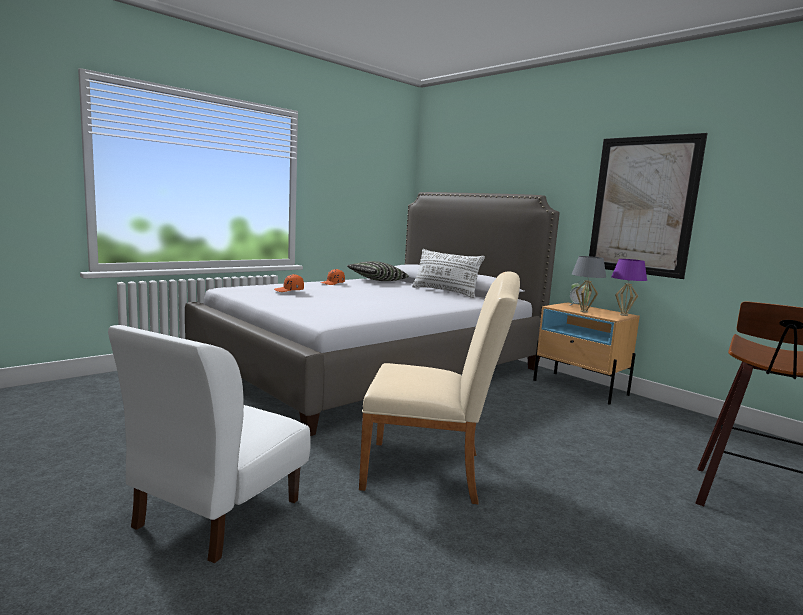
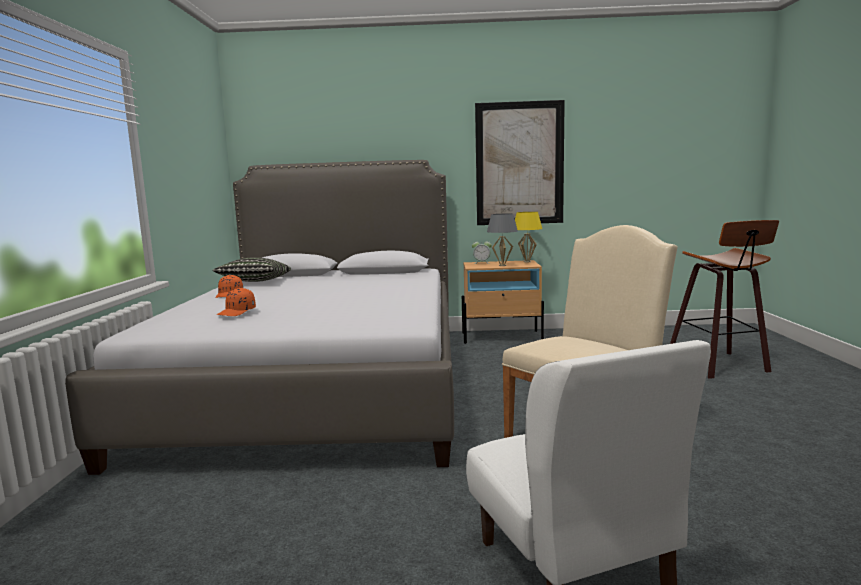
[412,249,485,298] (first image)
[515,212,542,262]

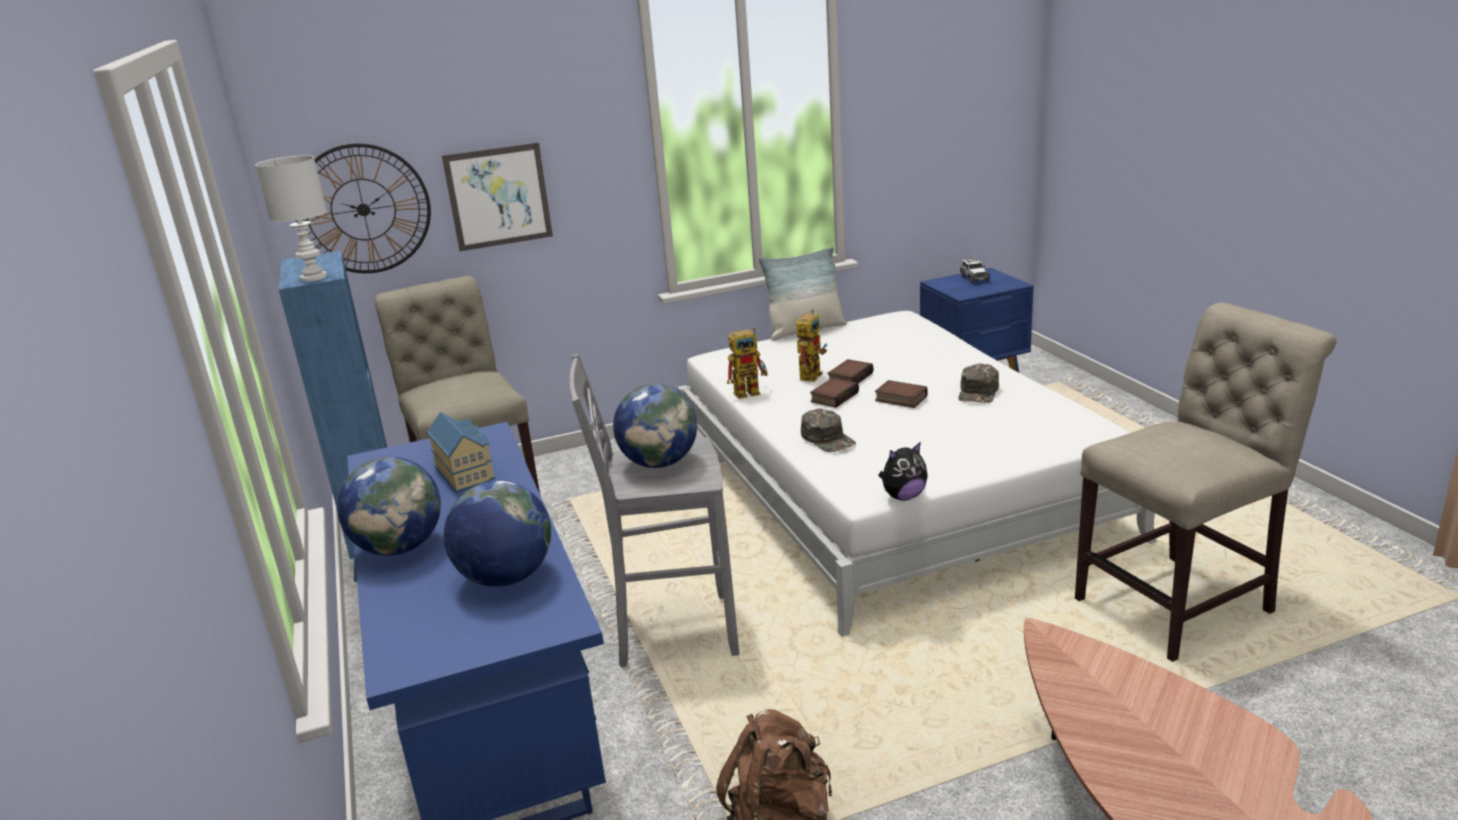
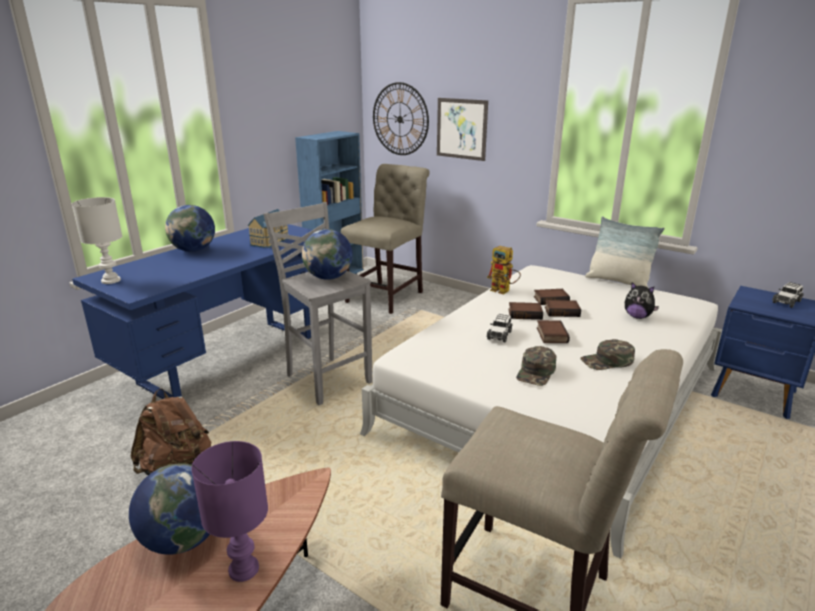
[72,197,122,284]
[534,289,570,305]
[516,346,557,386]
[625,282,659,319]
[129,463,210,555]
[487,314,513,342]
[191,441,268,582]

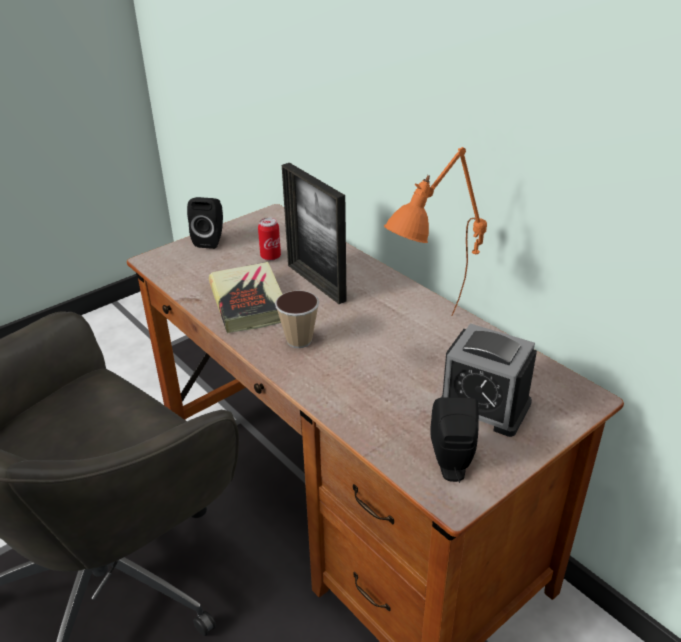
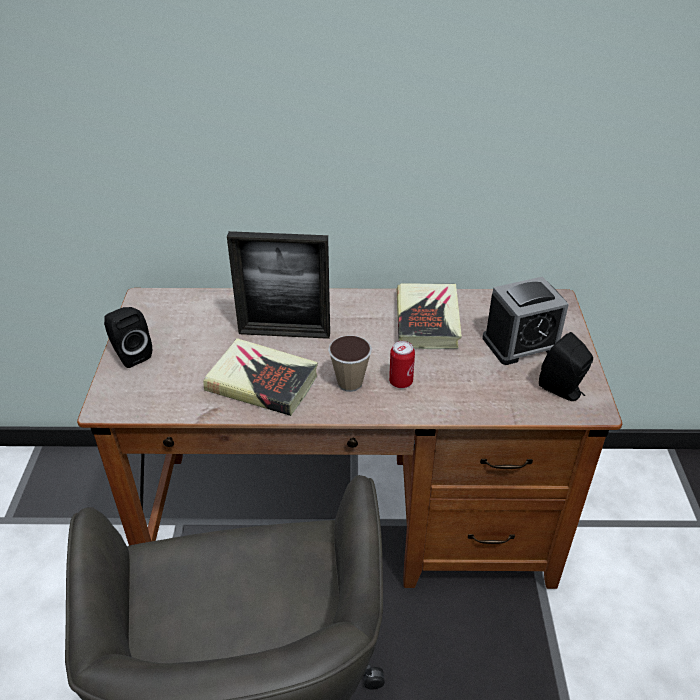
[397,283,462,349]
[389,341,415,388]

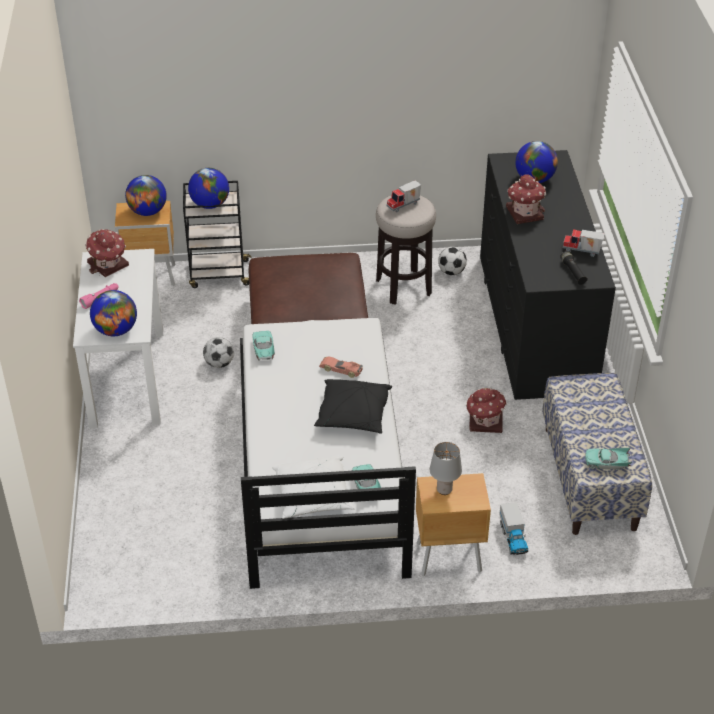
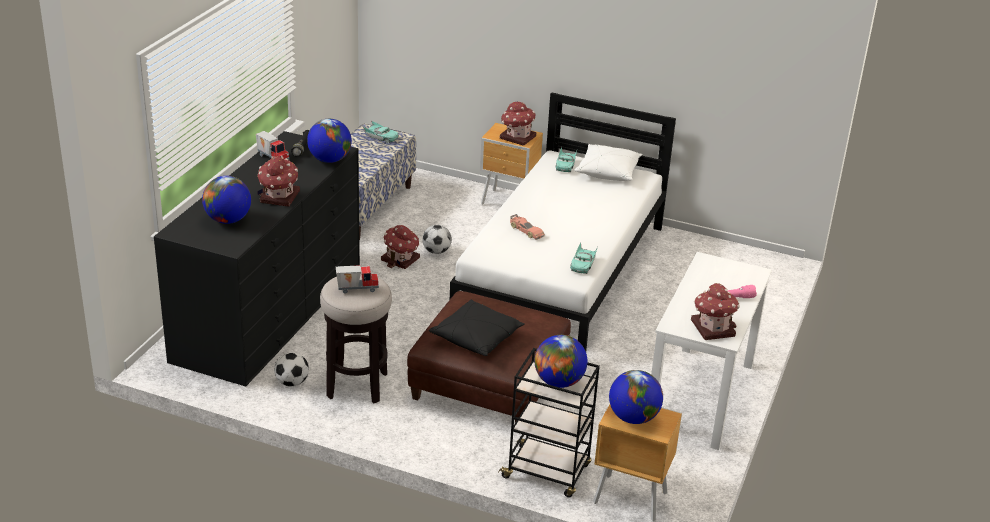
[307,119,352,163]
[422,225,452,254]
[429,299,525,356]
[500,101,536,146]
[499,502,528,555] (first image)

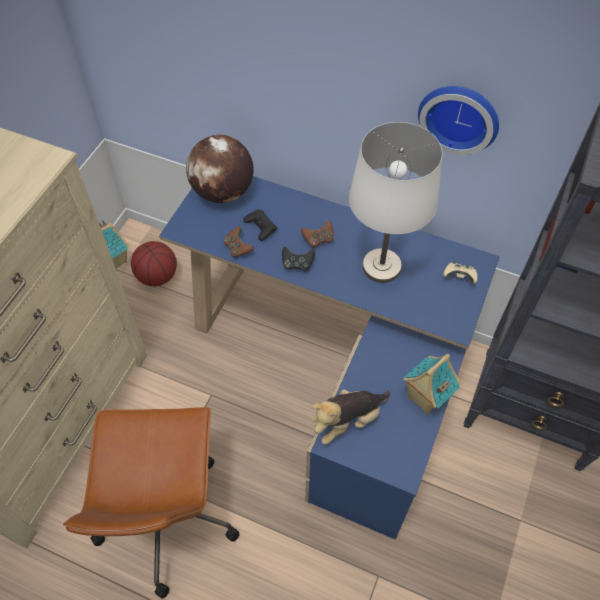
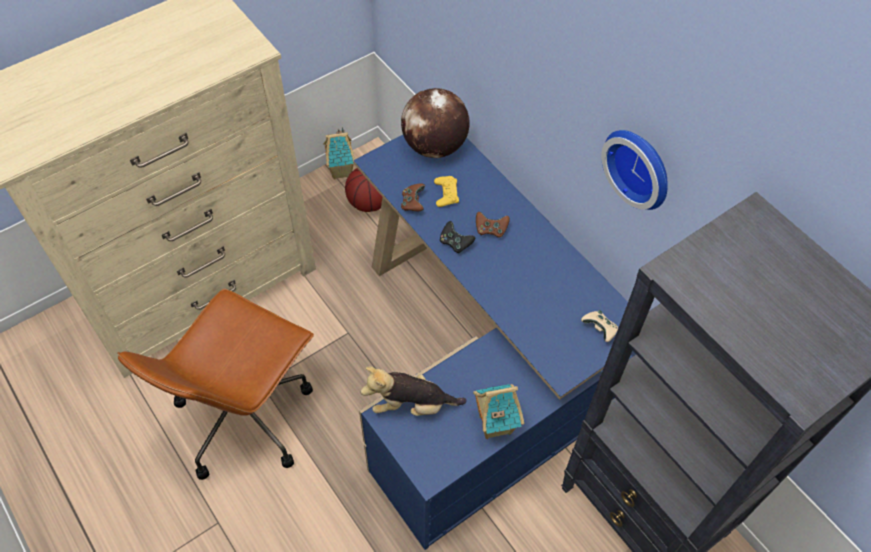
[349,122,443,283] (first image)
[434,176,459,207]

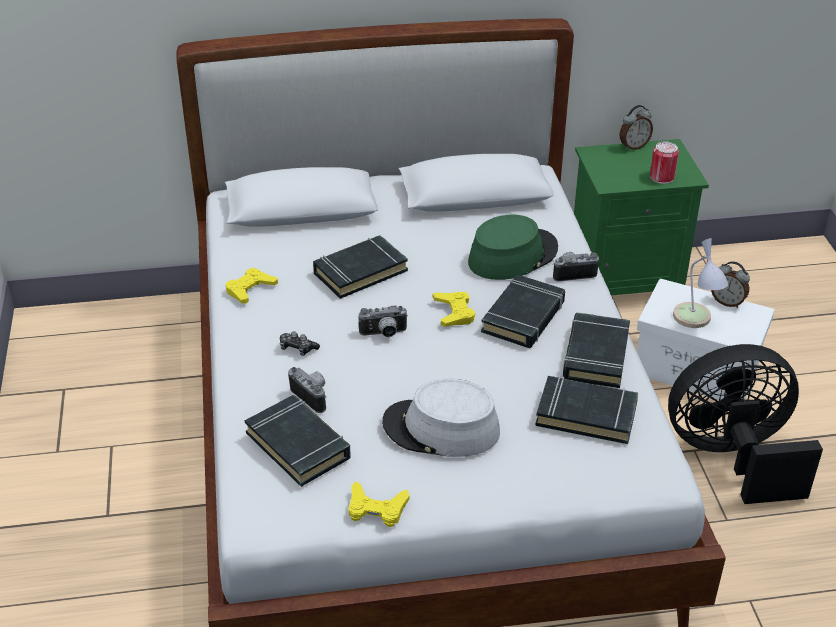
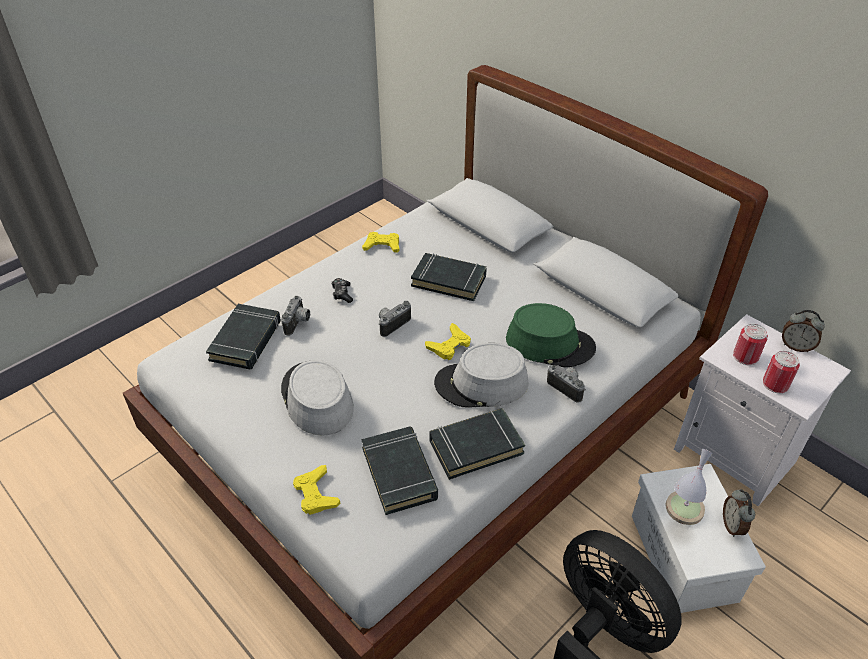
[674,314,851,506]
[434,343,529,407]
[378,301,411,337]
[293,465,340,515]
[733,324,768,365]

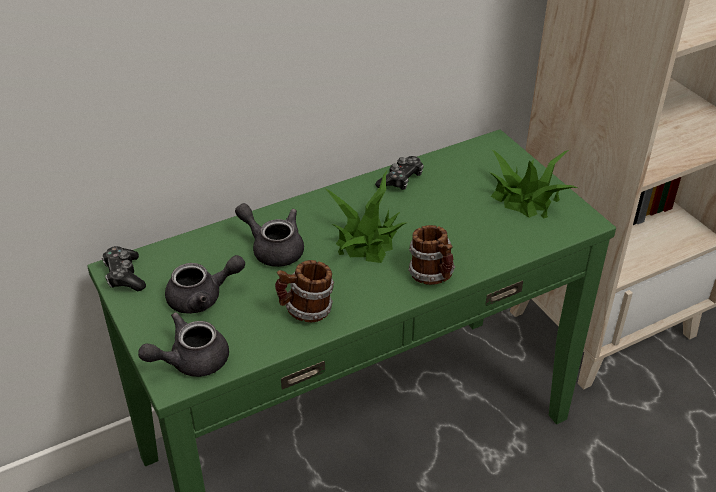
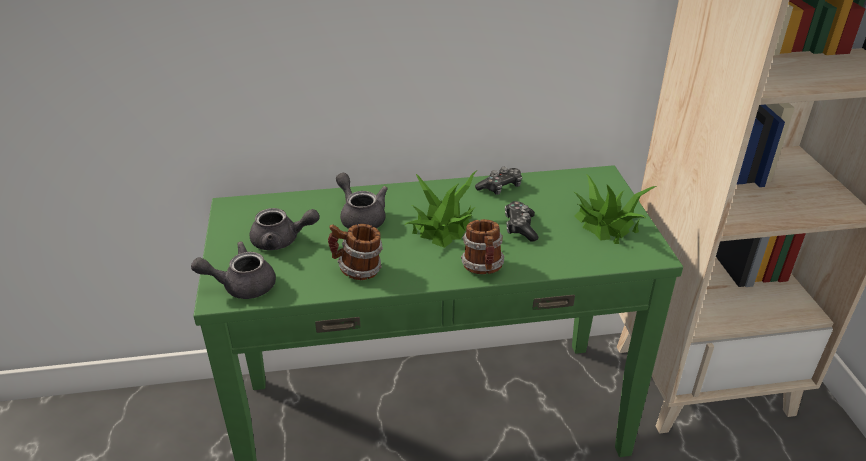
[505,201,538,241]

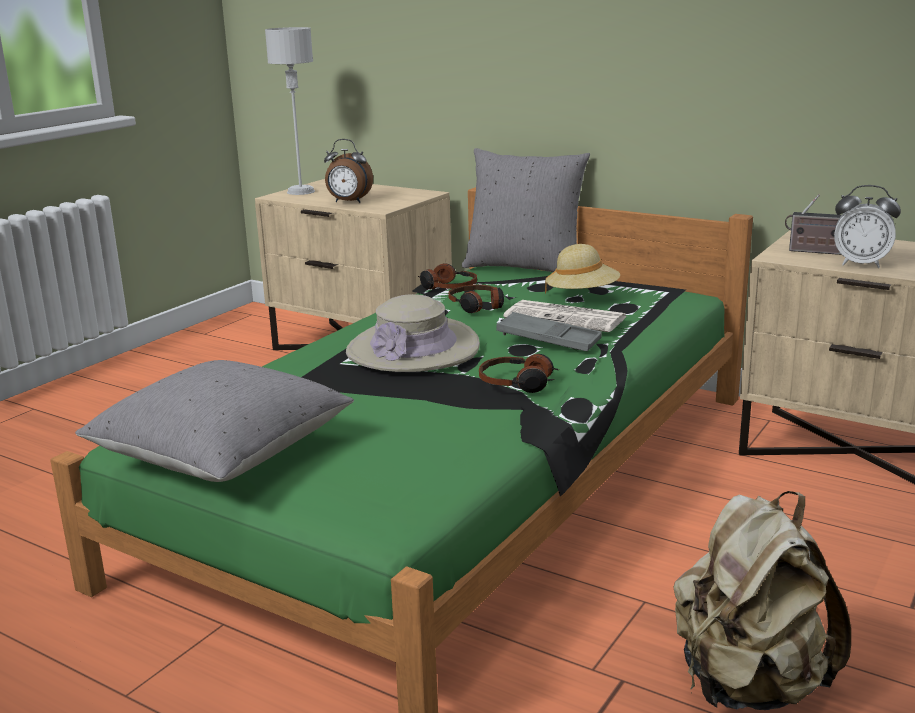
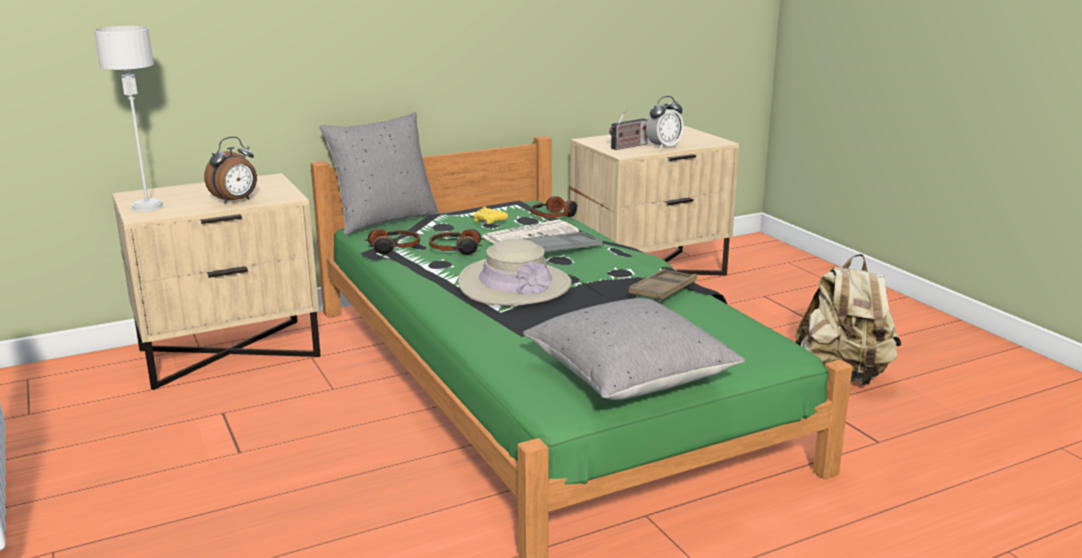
[473,207,508,224]
[531,196,578,218]
[629,269,697,302]

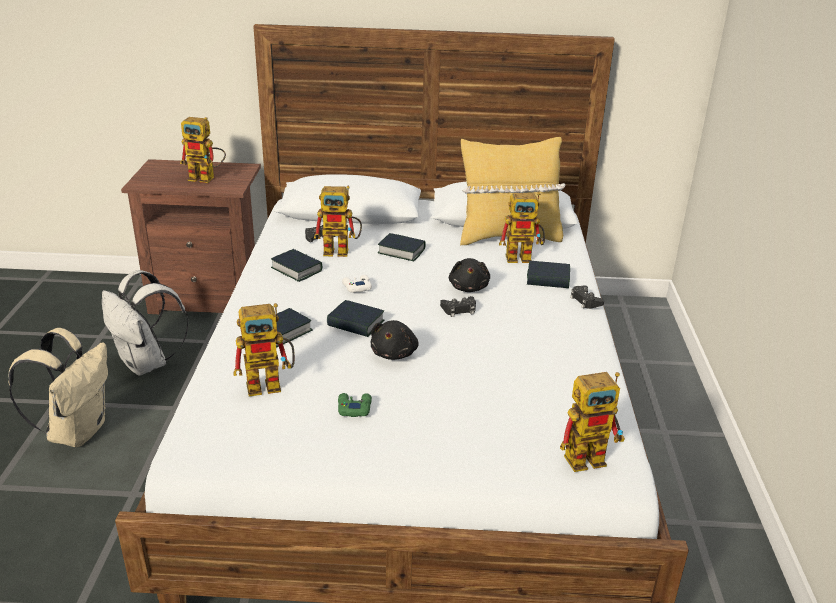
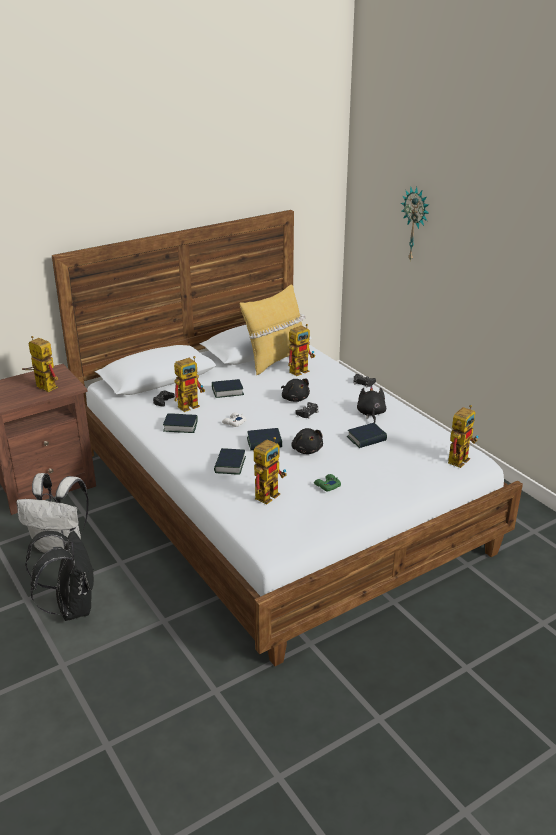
[22,336,58,392]
[347,423,387,448]
[25,531,94,621]
[401,186,429,261]
[357,386,386,423]

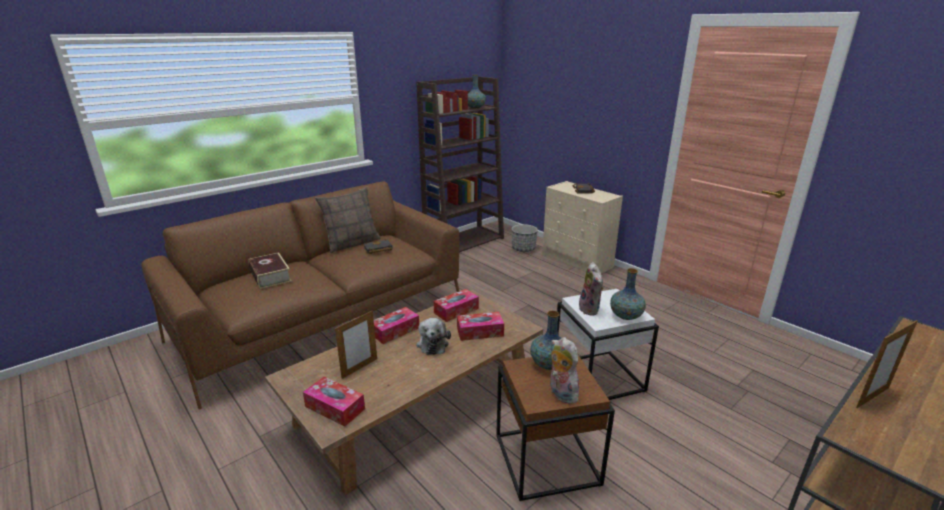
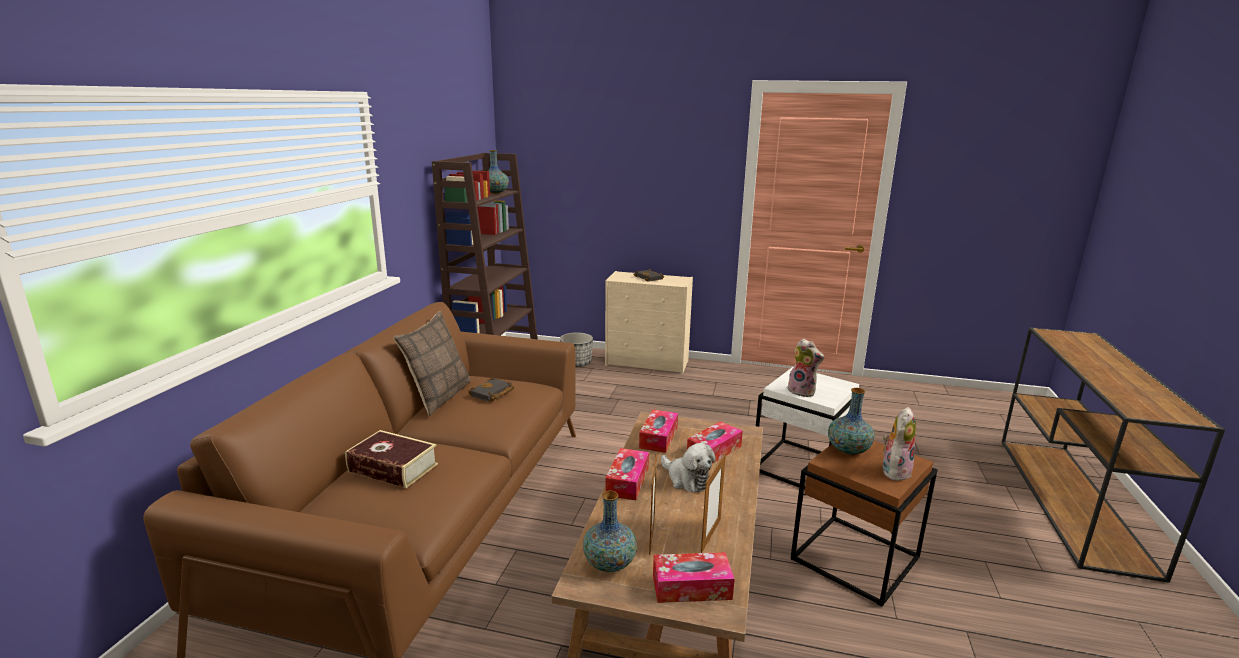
[583,491,637,572]
[701,453,726,553]
[883,407,916,481]

